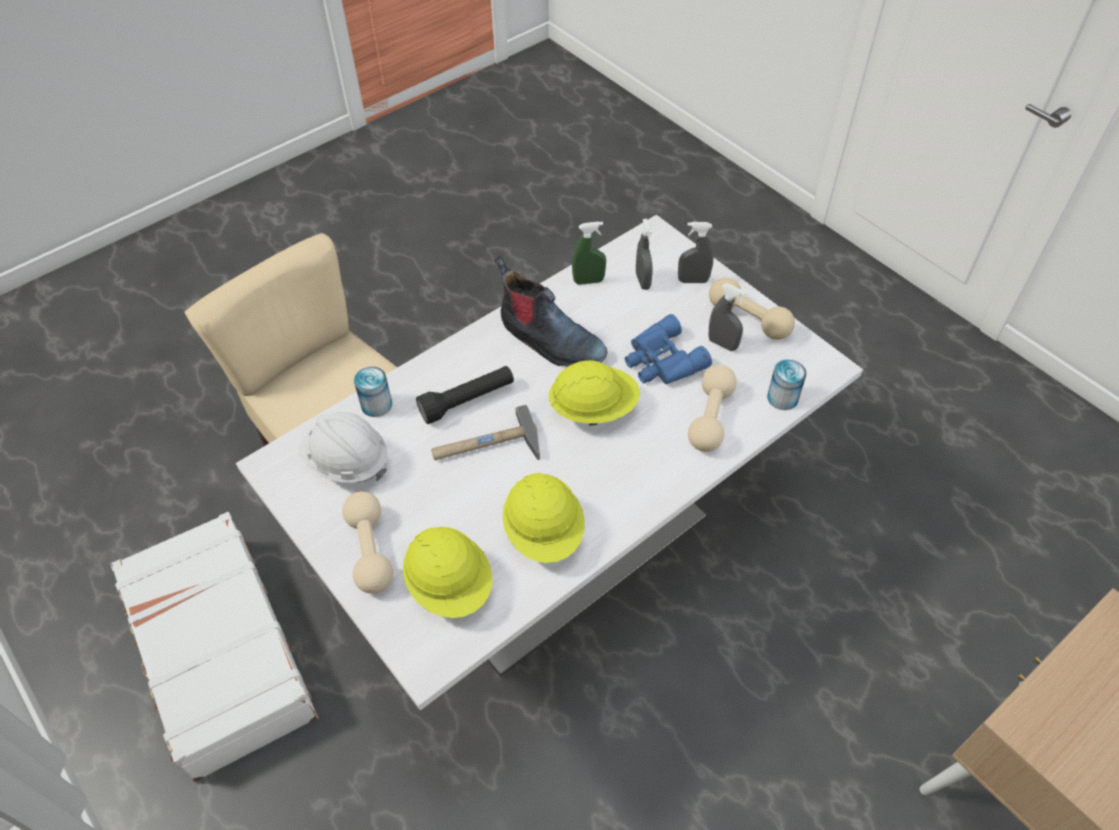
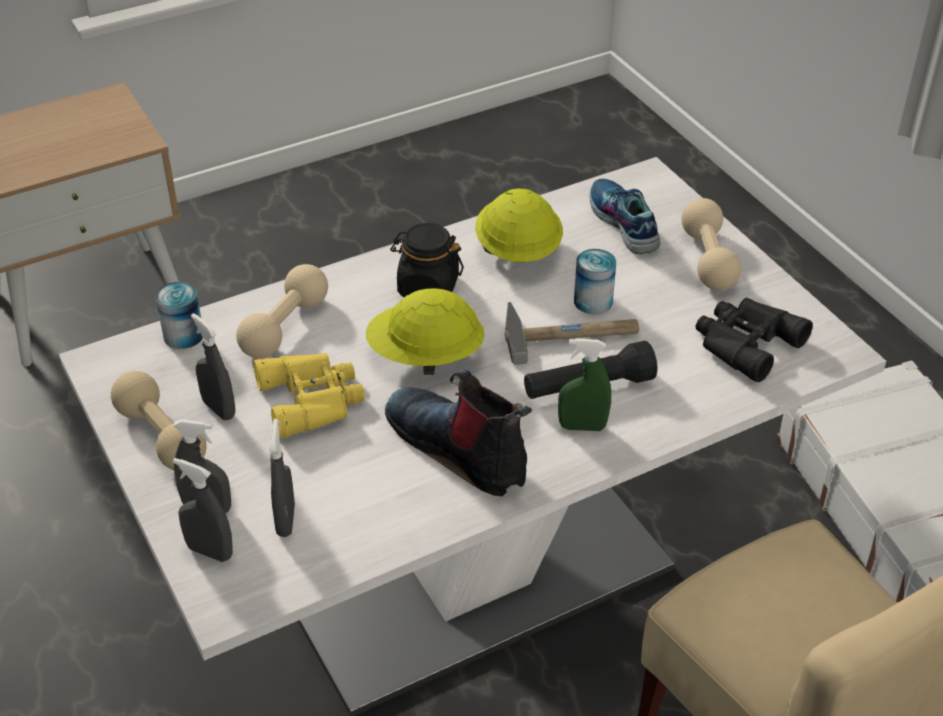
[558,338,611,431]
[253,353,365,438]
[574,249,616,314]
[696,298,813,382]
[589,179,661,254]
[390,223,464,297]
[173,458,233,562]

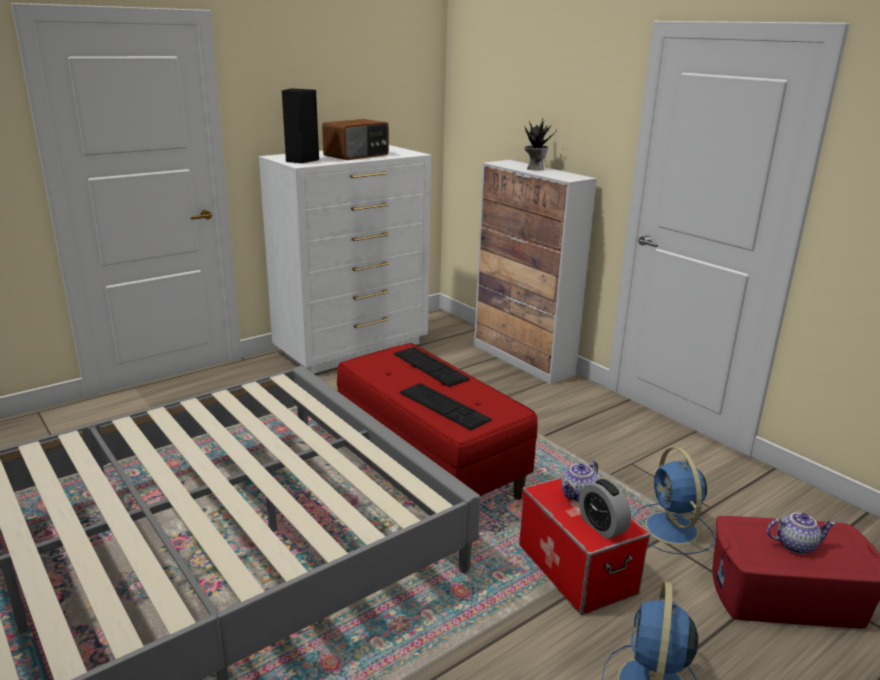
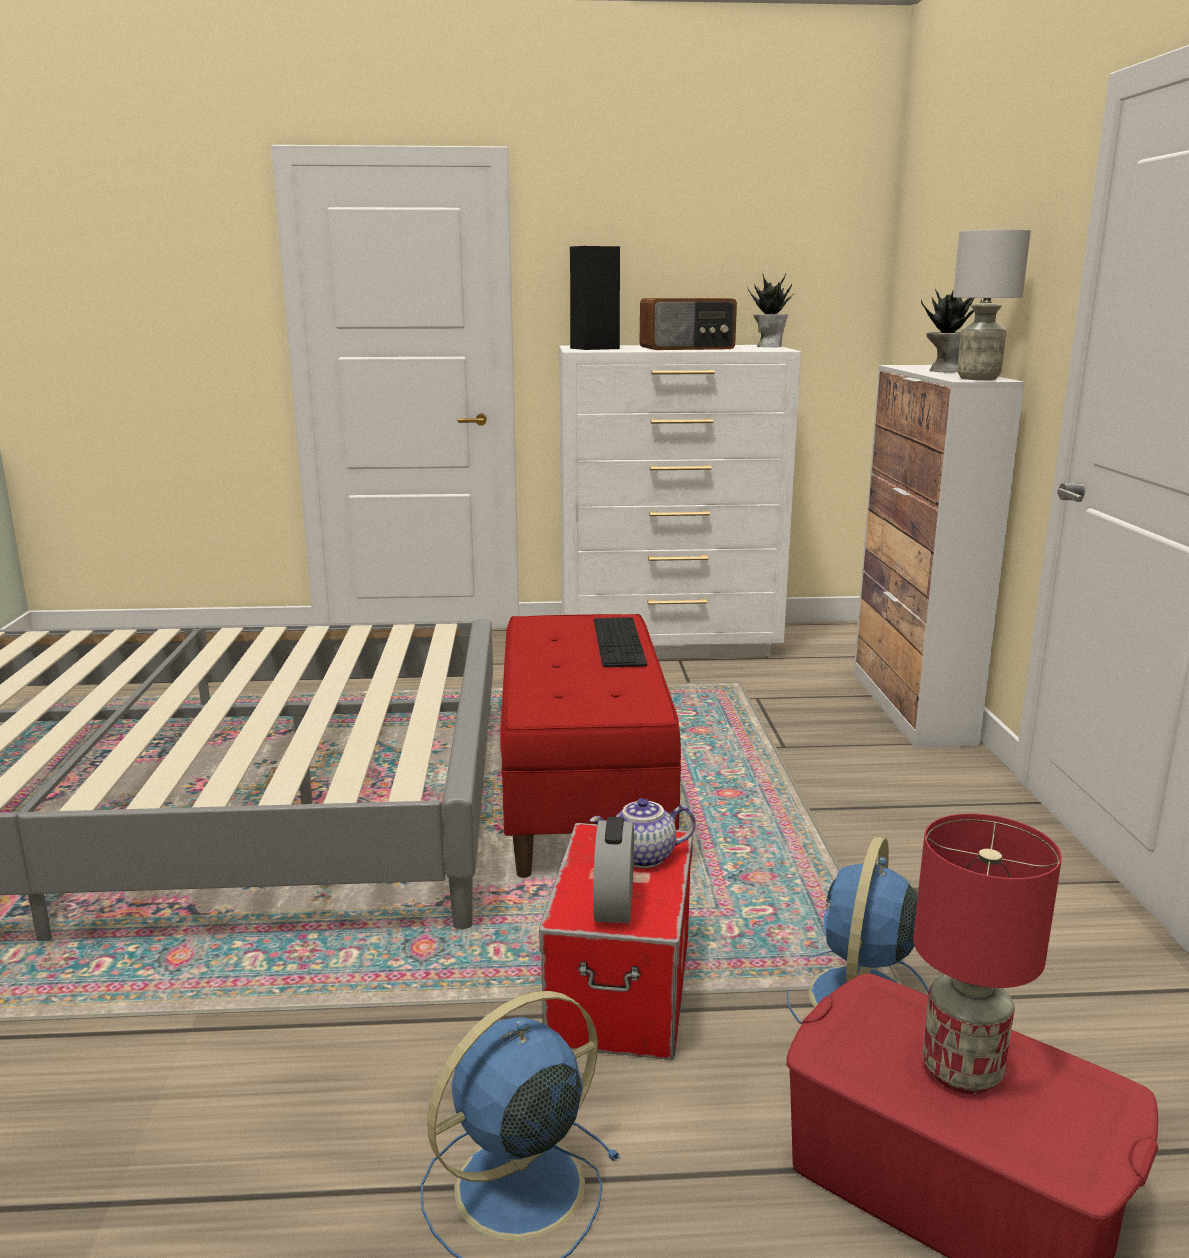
[400,383,492,430] (first image)
[913,813,1062,1094]
[953,229,1031,380]
[747,273,794,347]

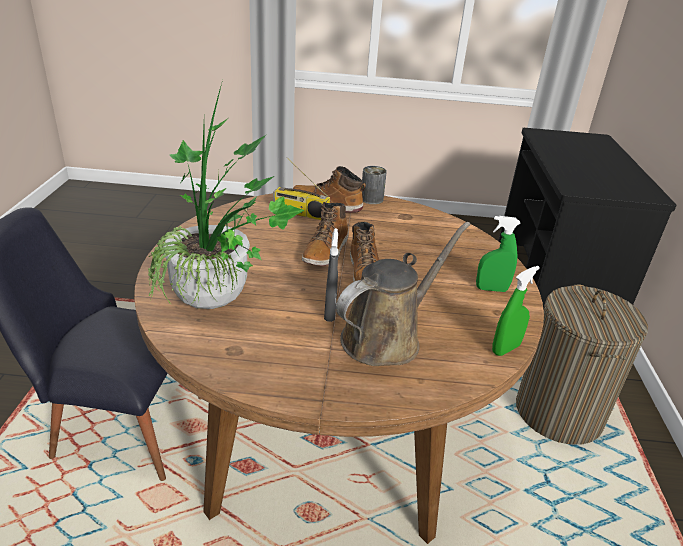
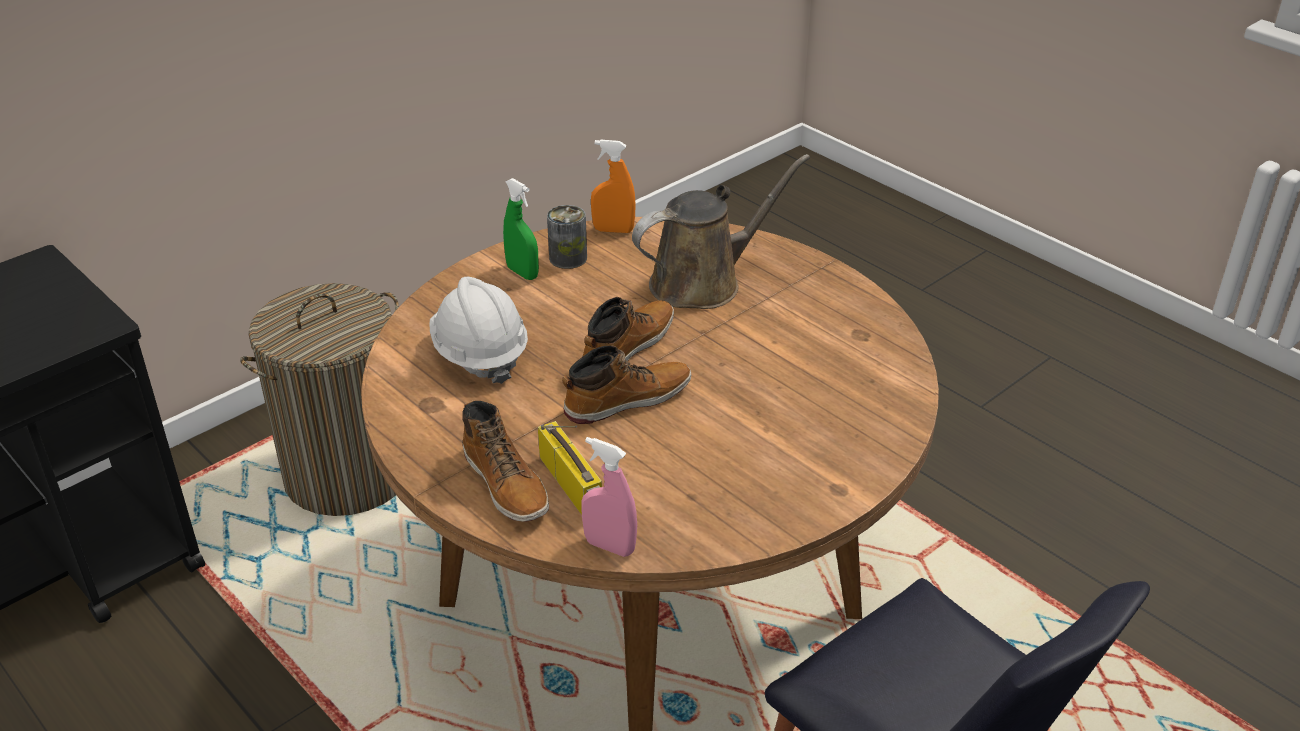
[148,80,305,309] (first image)
[547,205,587,269]
[632,154,810,309]
[324,228,338,322] (first image)
[591,140,636,233]
[430,277,528,384]
[581,437,637,557]

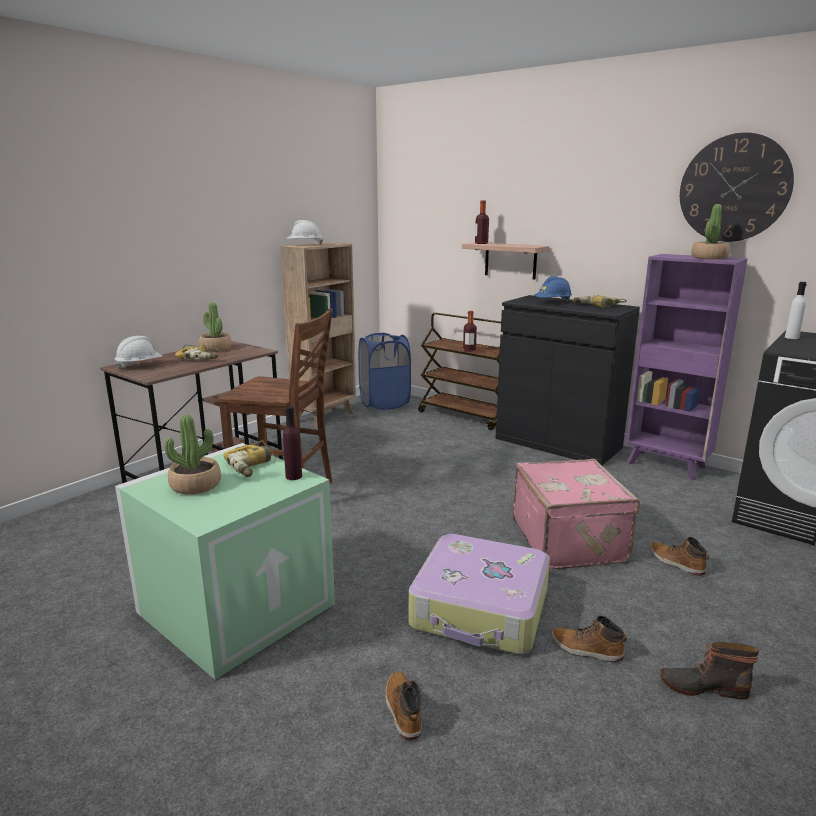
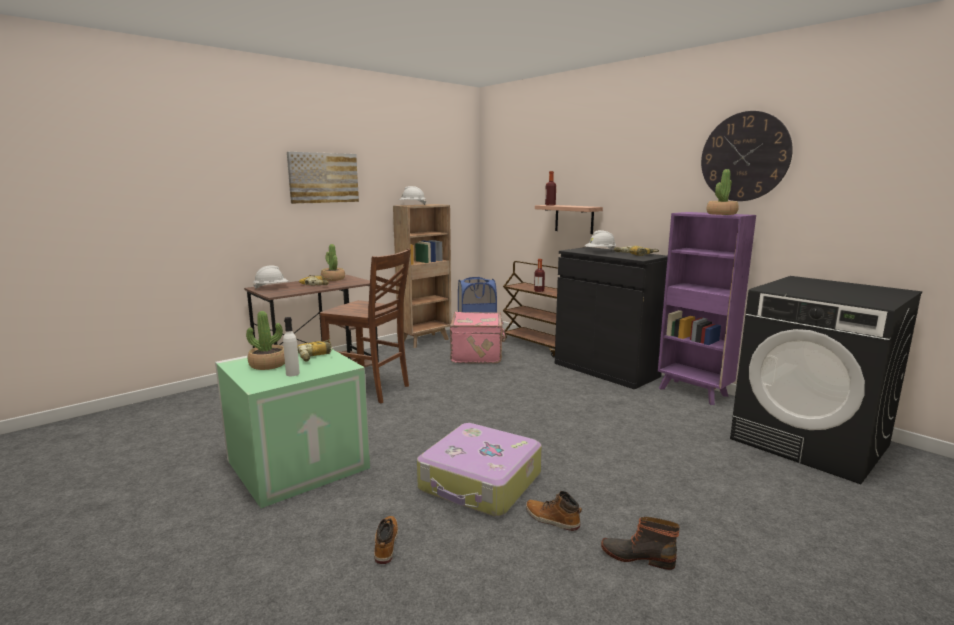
[585,230,616,251]
[283,317,300,376]
[283,406,302,480] (first image)
[450,312,506,364]
[651,537,709,576] (first image)
[287,152,359,204]

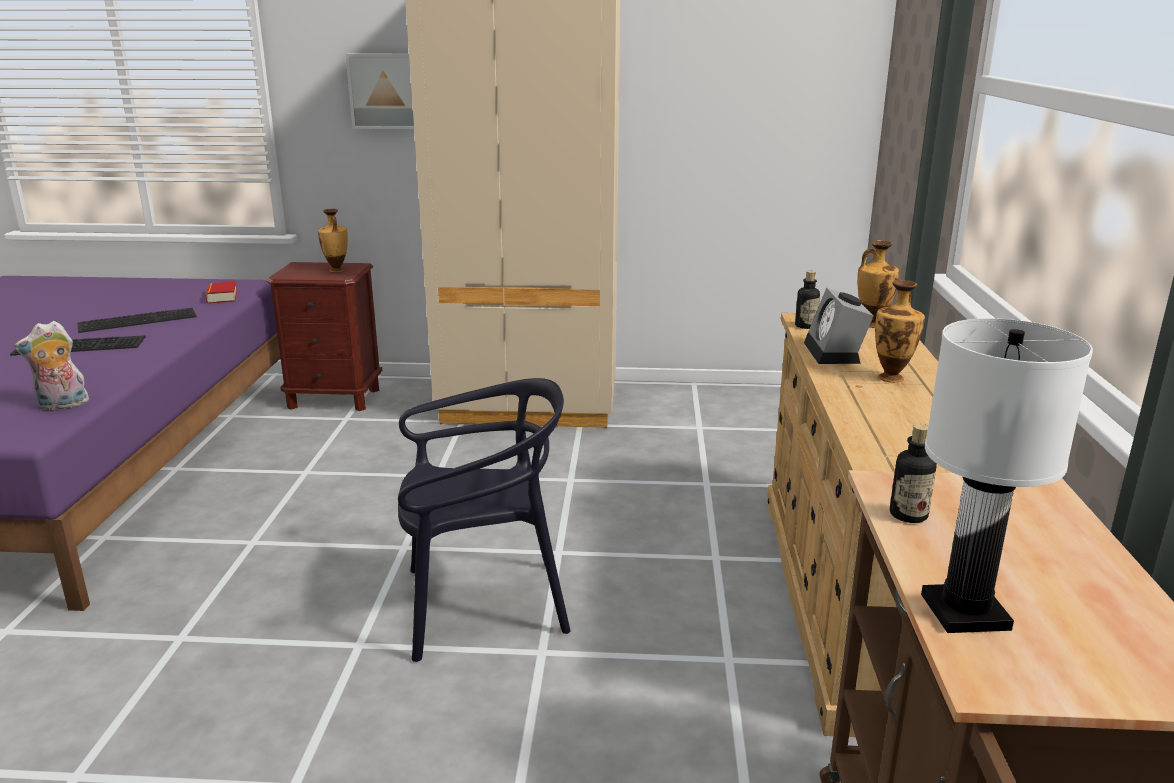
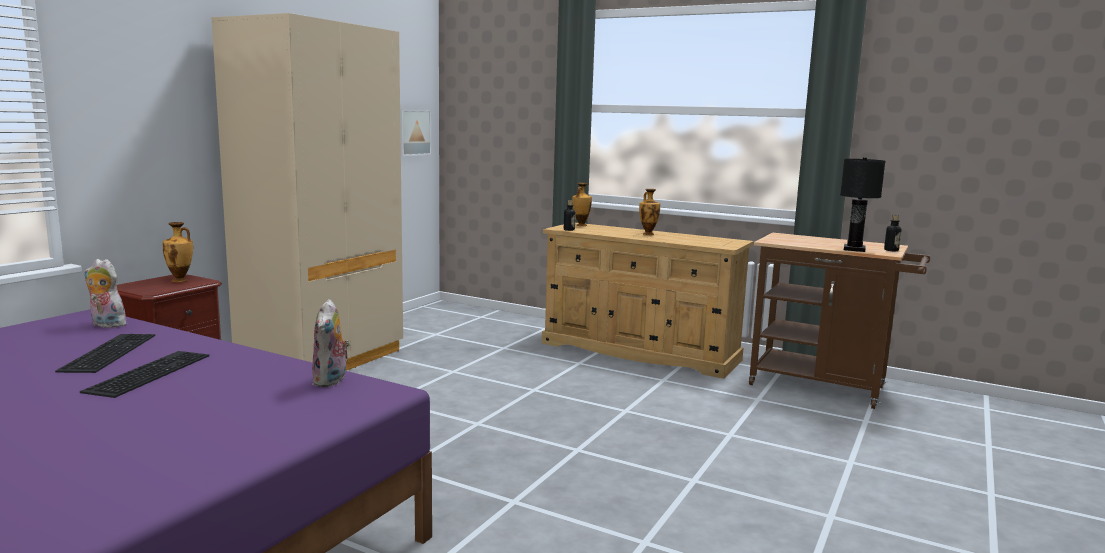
[400,109,431,156]
[84,259,126,328]
[804,288,874,364] (first image)
[840,157,885,252]
[398,378,571,662] (first image)
[884,215,902,251]

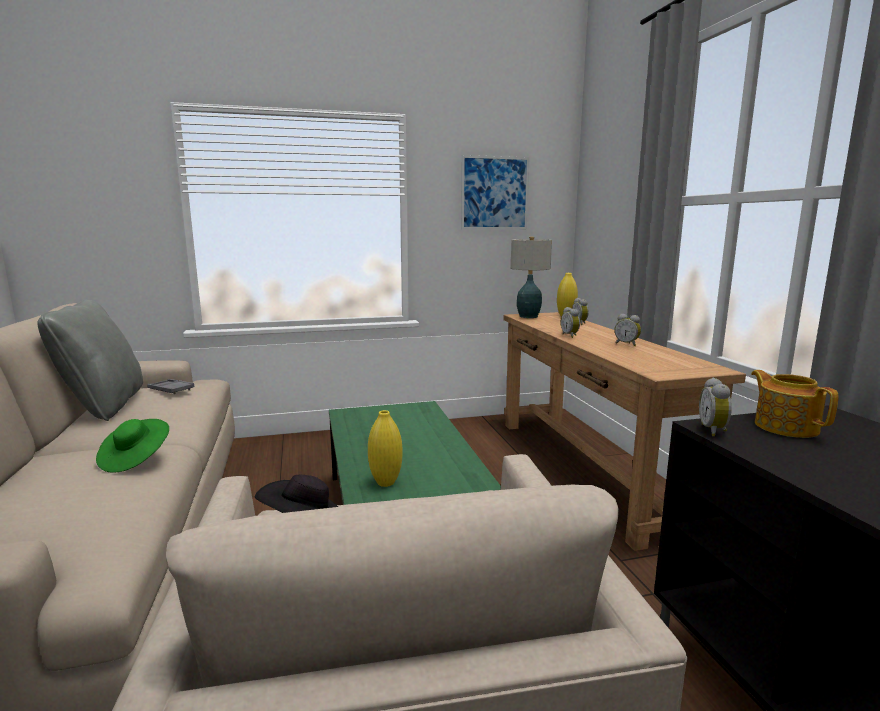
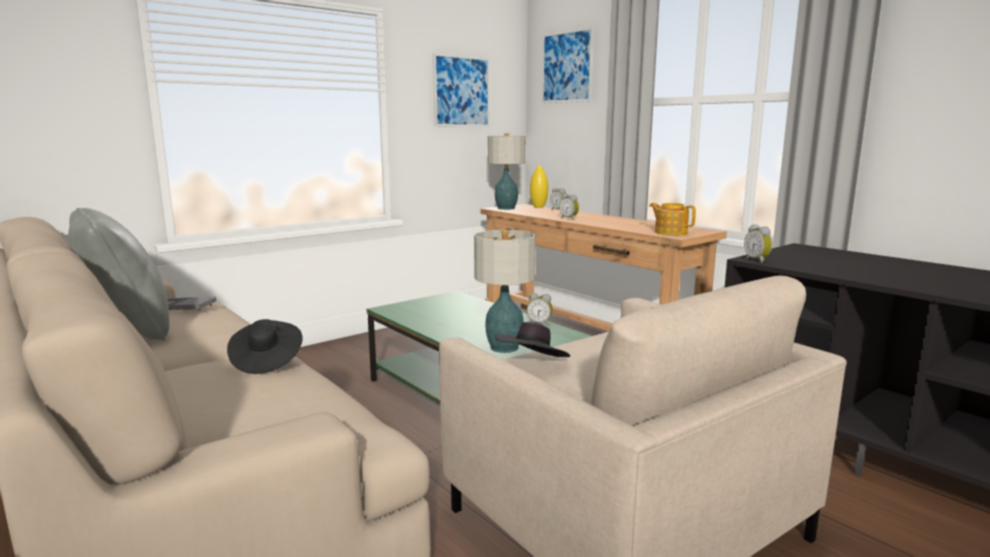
[527,293,553,326]
[649,203,696,235]
[474,230,536,353]
[227,319,302,374]
[542,27,594,103]

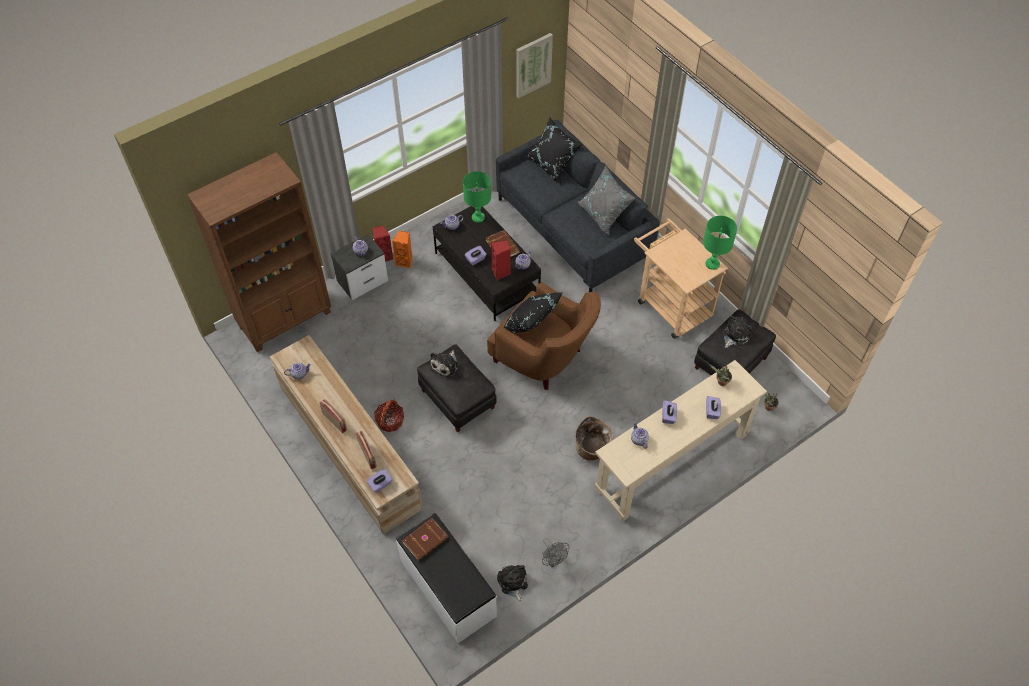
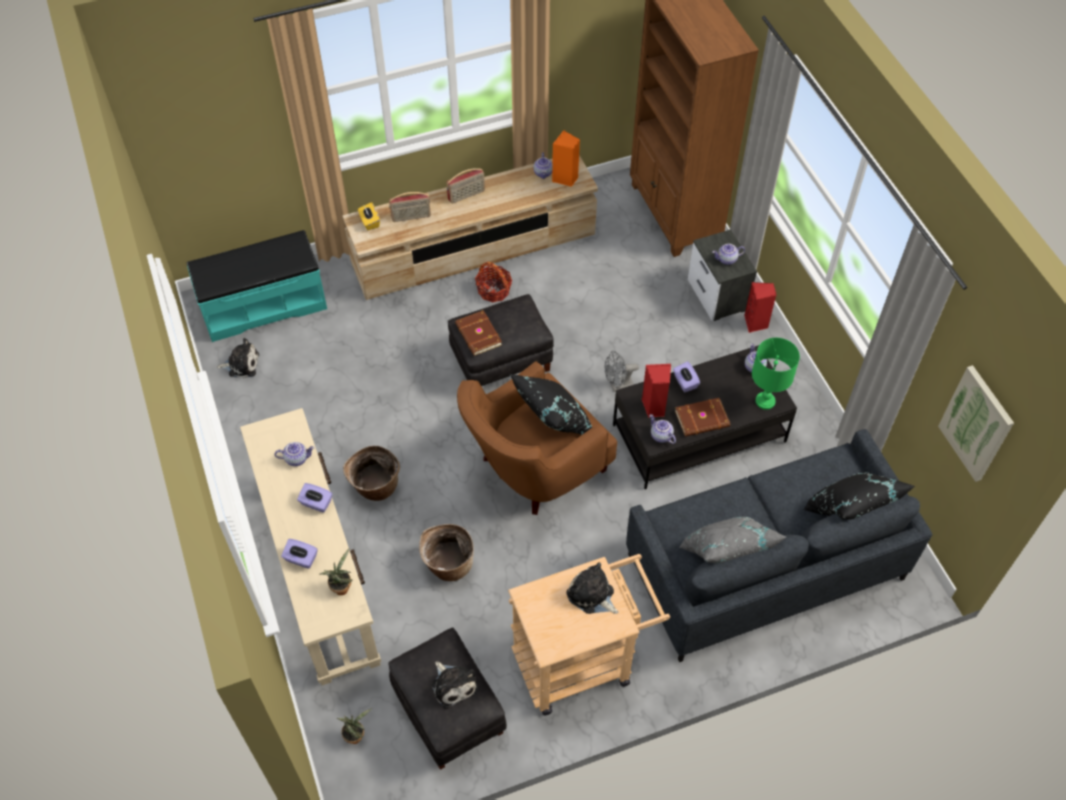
[703,216,737,270] (first image)
[552,130,580,187]
[566,562,618,614]
[358,202,380,230]
[187,230,327,342]
[455,310,502,356]
[605,351,639,392]
[419,524,474,581]

